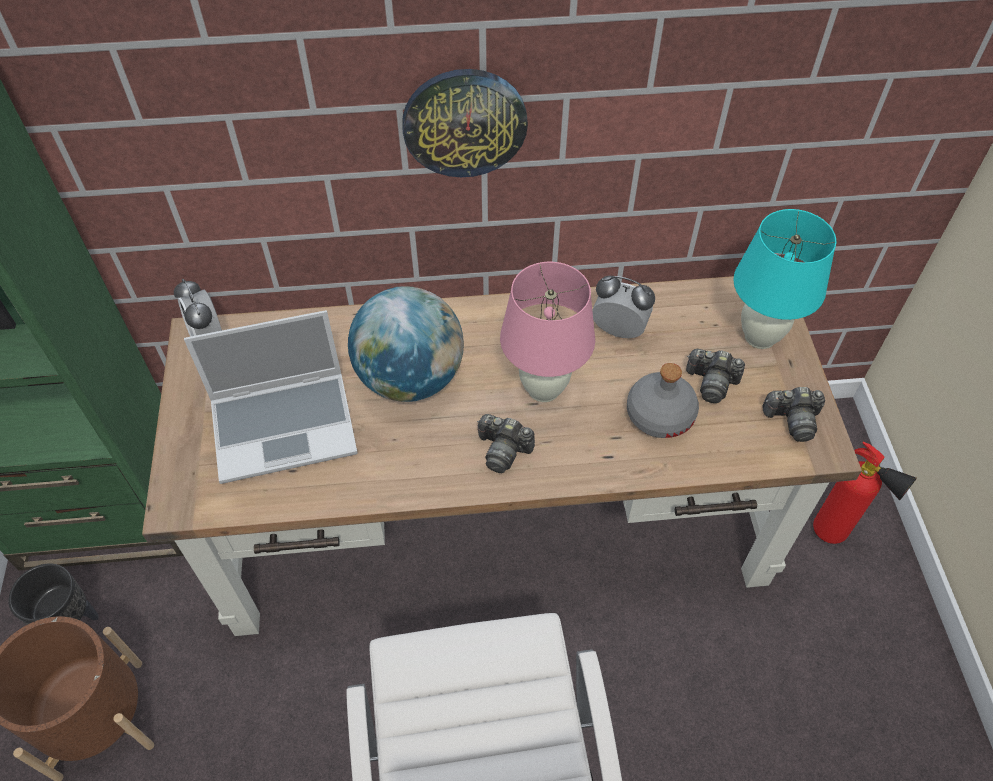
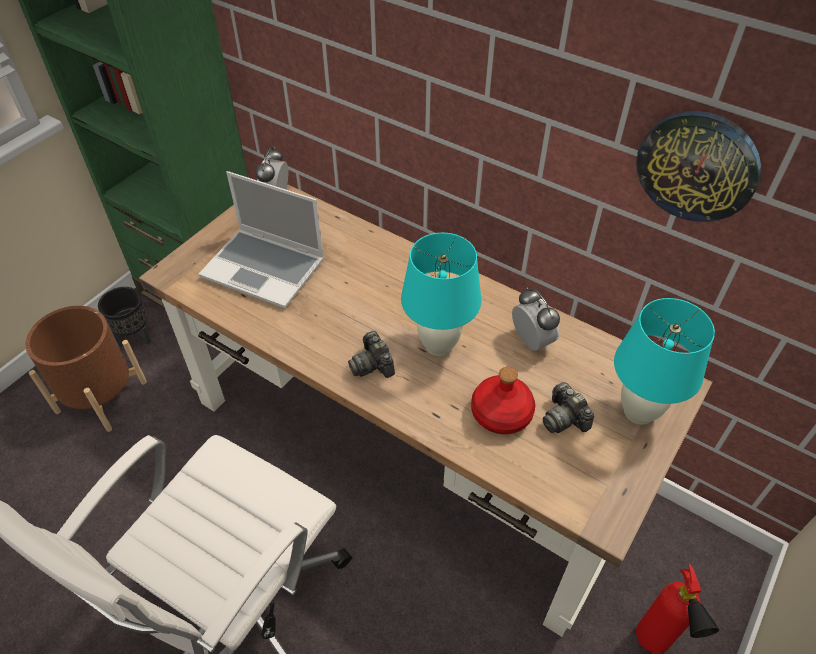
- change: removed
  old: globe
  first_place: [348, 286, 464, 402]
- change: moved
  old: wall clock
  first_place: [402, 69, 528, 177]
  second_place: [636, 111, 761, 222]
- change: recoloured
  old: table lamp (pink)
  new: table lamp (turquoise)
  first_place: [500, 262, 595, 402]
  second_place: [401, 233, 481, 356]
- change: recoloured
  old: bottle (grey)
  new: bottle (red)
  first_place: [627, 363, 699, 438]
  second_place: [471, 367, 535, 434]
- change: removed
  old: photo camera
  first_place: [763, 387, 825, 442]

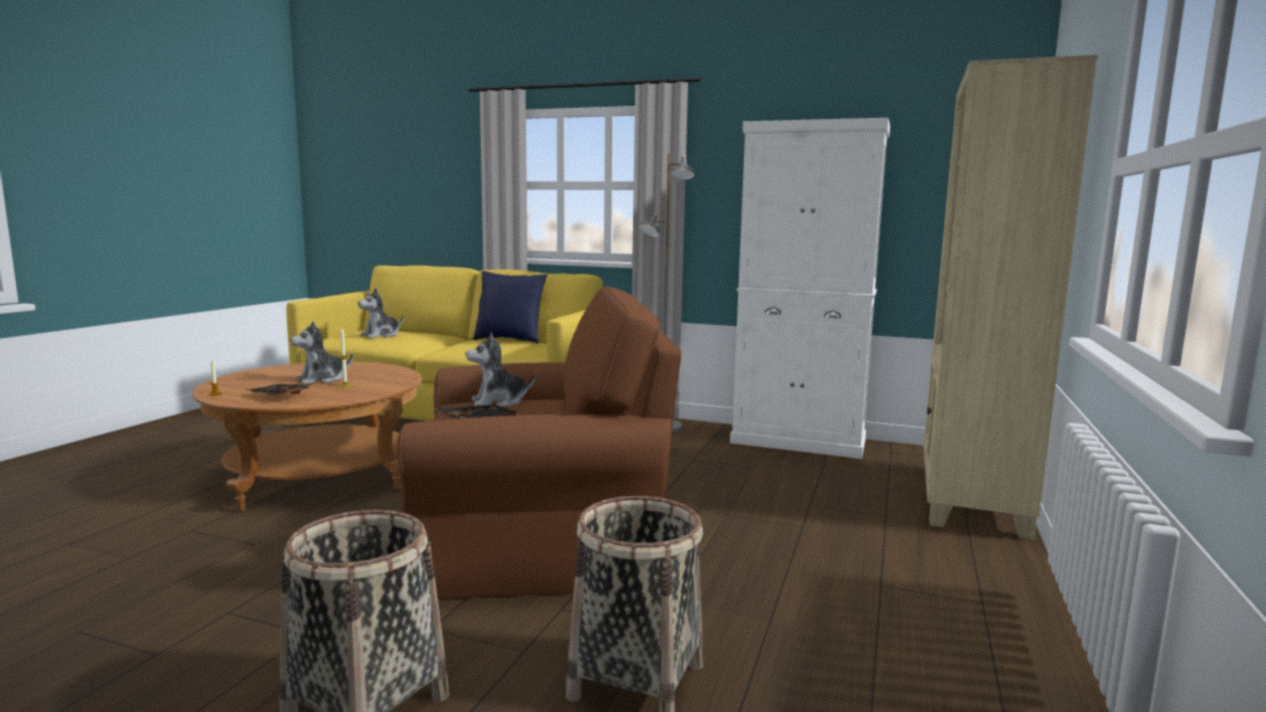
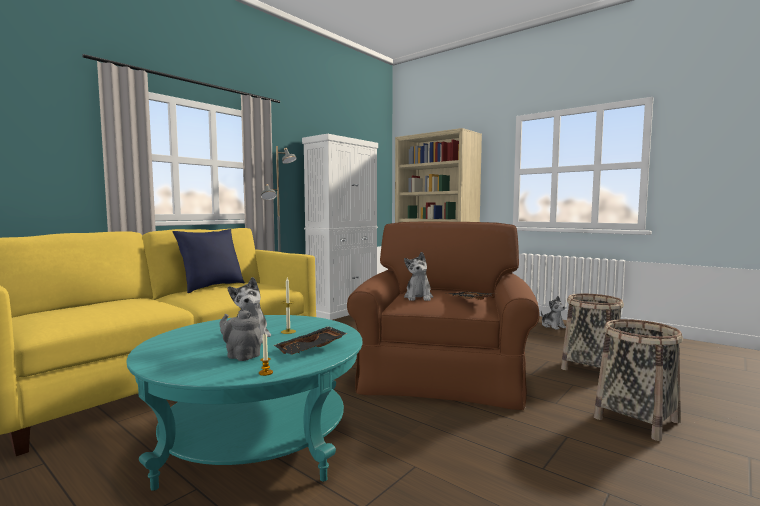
- change: recoloured
  old: coffee table (brown)
  new: coffee table (turquoise)
  first_place: [192, 362, 422, 512]
  second_place: [126, 315, 362, 491]
- change: moved
  old: plush toy
  first_place: [358, 288, 404, 338]
  second_place: [541, 296, 566, 330]
- change: added
  new: teapot (grey)
  second_place: [220, 310, 261, 361]

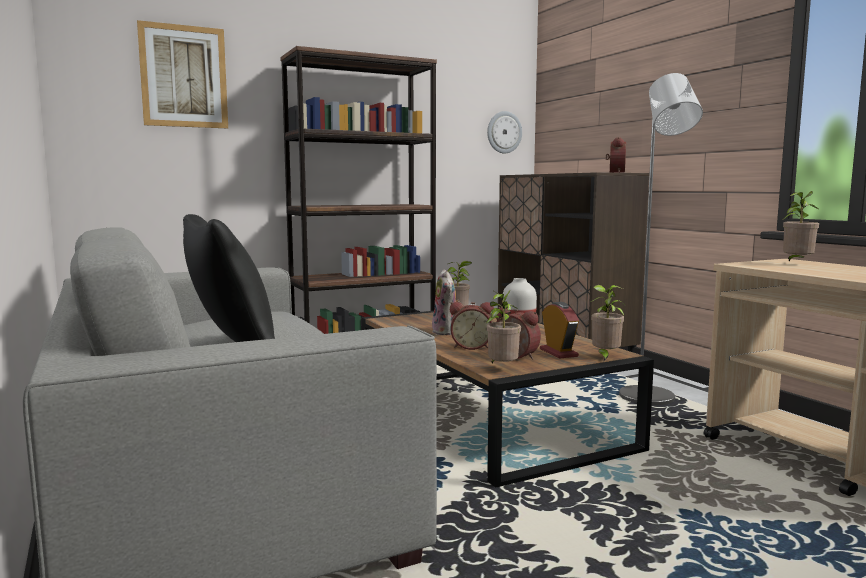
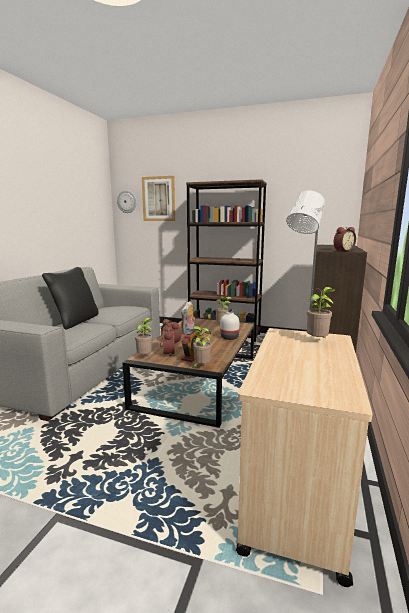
- change: moved
  old: wall clock
  first_place: [487, 111, 522, 154]
  second_place: [117, 190, 137, 213]

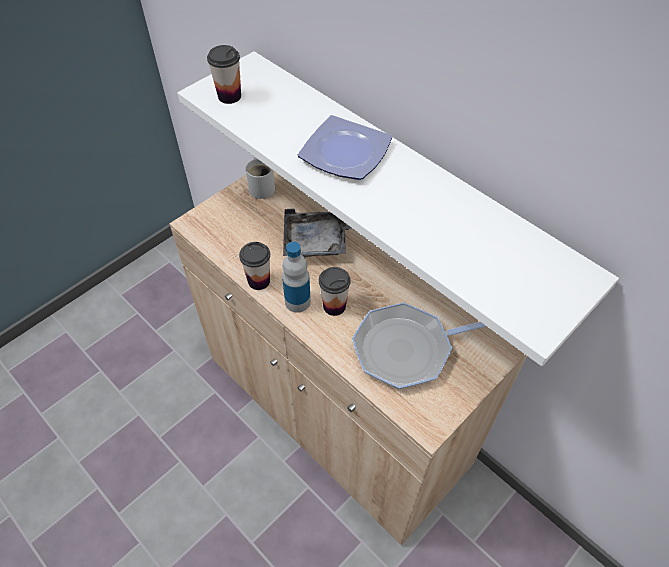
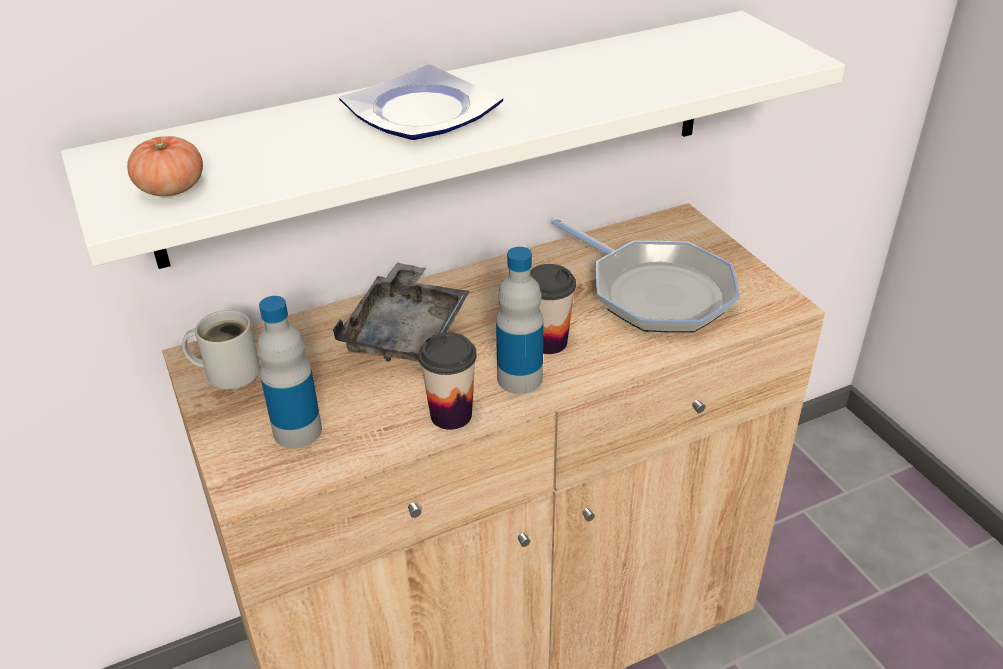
- change: replaced
  old: cup
  new: tomato
  first_place: [207, 45, 241, 104]
  second_place: [127, 136, 203, 196]
- change: turned
  old: frying pan
  first_place: [352, 303, 486, 390]
  second_place: [551, 218, 740, 333]
  degrees: -45
- change: added
  new: bottle
  second_place: [257, 296, 322, 448]

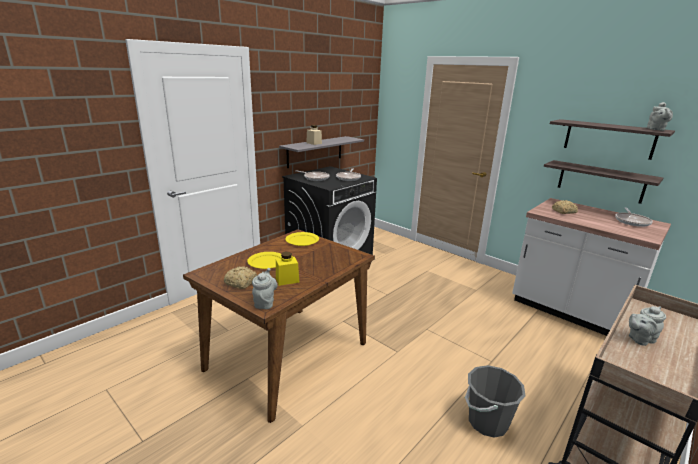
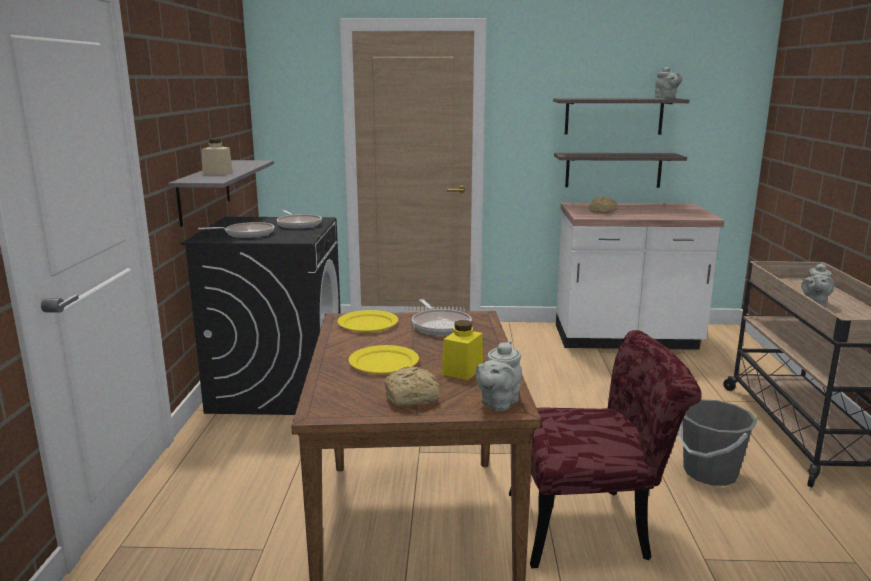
- change: turned
  old: teapot (grey)
  first_place: [252, 268, 277, 309]
  second_place: [476, 340, 522, 411]
  degrees: -105
- change: moved
  old: frying pan
  first_place: [615, 208, 653, 227]
  second_place: [412, 299, 472, 335]
- change: added
  new: chair (red)
  second_place: [509, 330, 702, 568]

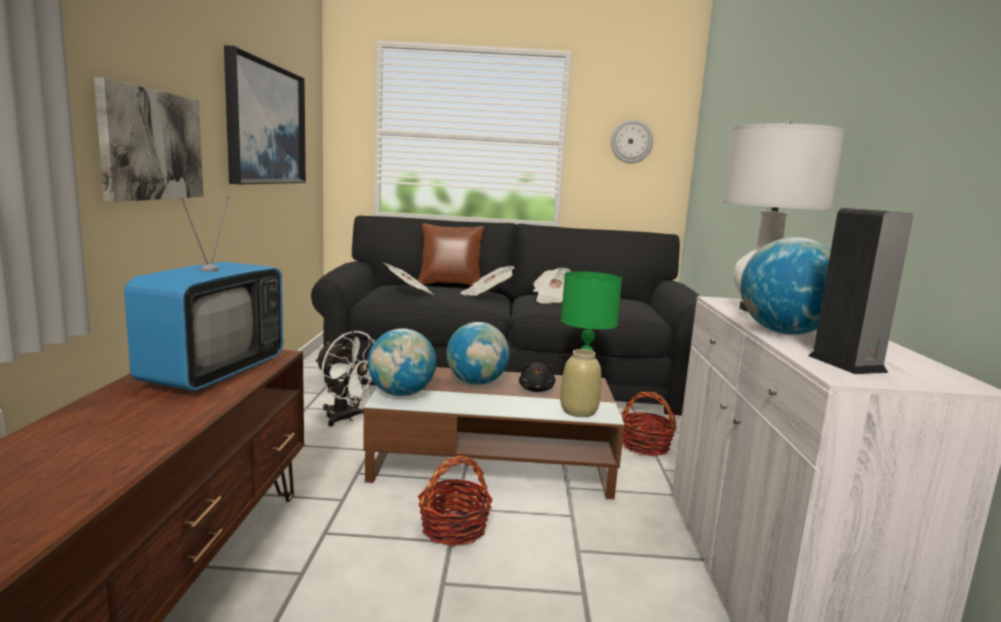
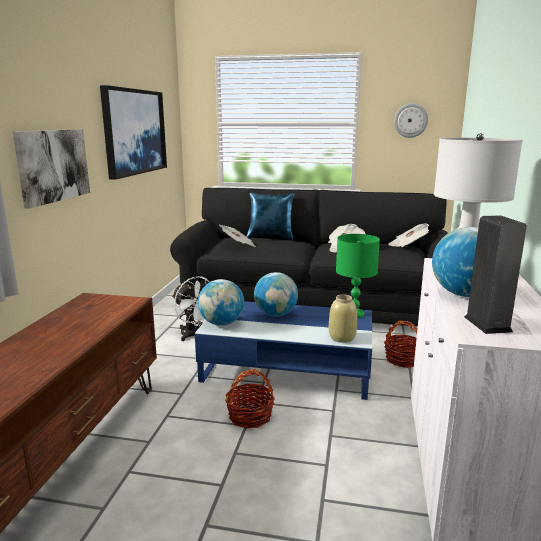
- change: removed
  old: television
  first_place: [124, 197, 283, 391]
- change: recoloured
  old: coffee table (brown)
  new: coffee table (blue)
  first_place: [363, 367, 624, 499]
  second_place: [195, 301, 372, 400]
- change: recoloured
  old: pillow (brown)
  new: pillow (blue)
  first_place: [418, 223, 484, 286]
  second_place: [246, 193, 294, 240]
- change: moved
  old: newspaper
  first_place: [460, 266, 515, 296]
  second_place: [388, 223, 429, 247]
- change: removed
  old: plush toy (black)
  first_place: [519, 362, 555, 392]

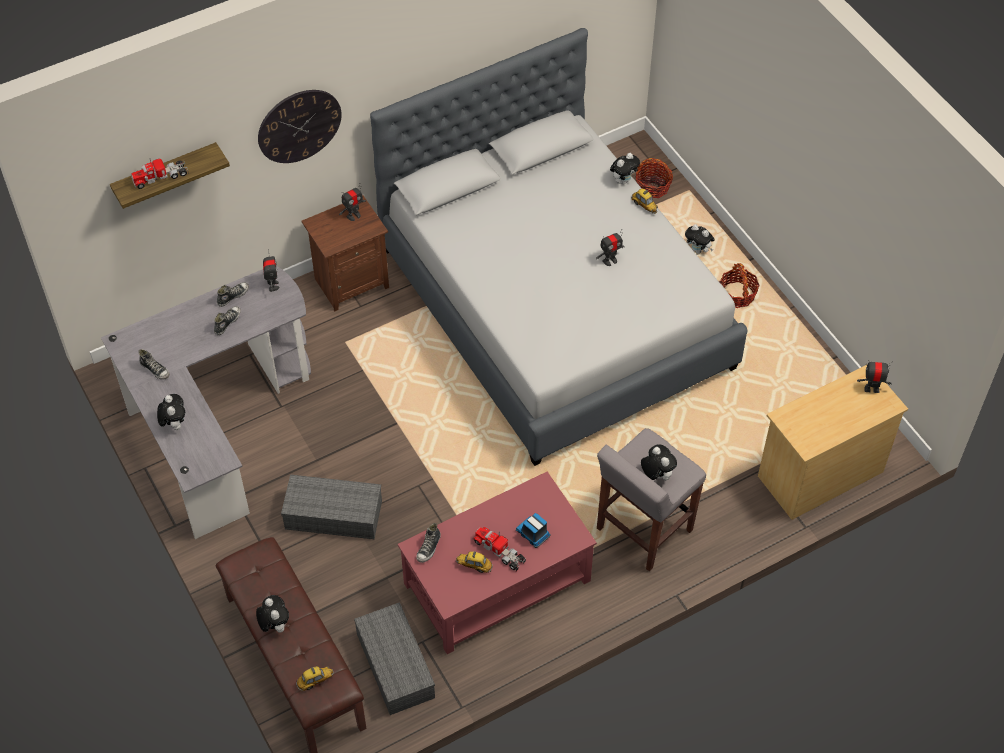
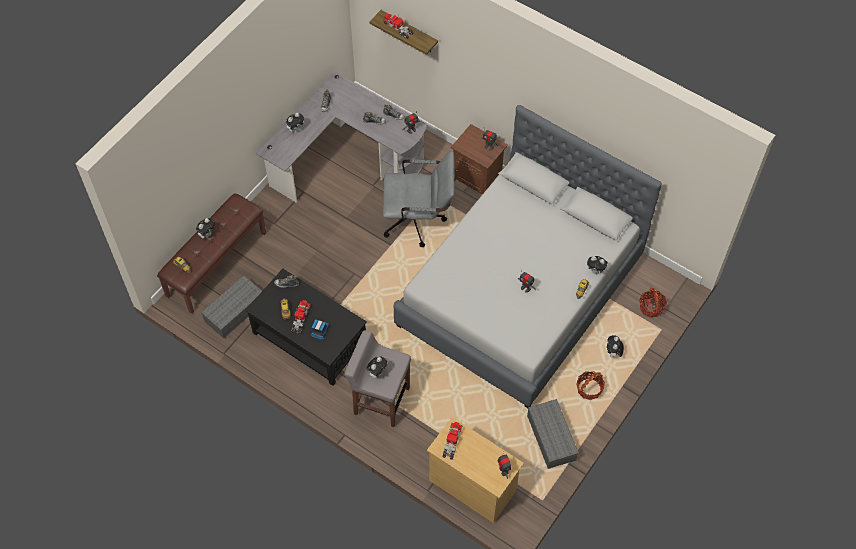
- change: removed
  old: wall clock
  first_place: [258, 90, 342, 163]
- change: moved
  old: storage box (grey)
  first_place: [281, 474, 382, 539]
  second_place: [527, 399, 579, 469]
- change: recoloured
  old: coffee table (red)
  new: coffee table (black)
  first_place: [398, 472, 597, 654]
  second_place: [245, 269, 367, 386]
- change: added
  new: office chair (grey)
  second_place: [383, 151, 455, 247]
- change: added
  new: toy truck
  second_place: [442, 422, 462, 460]

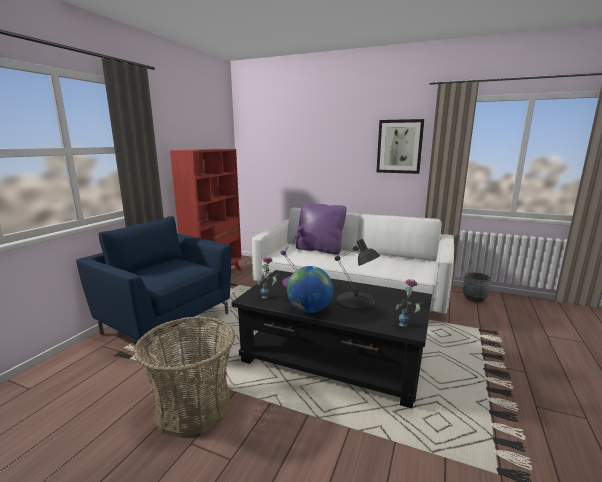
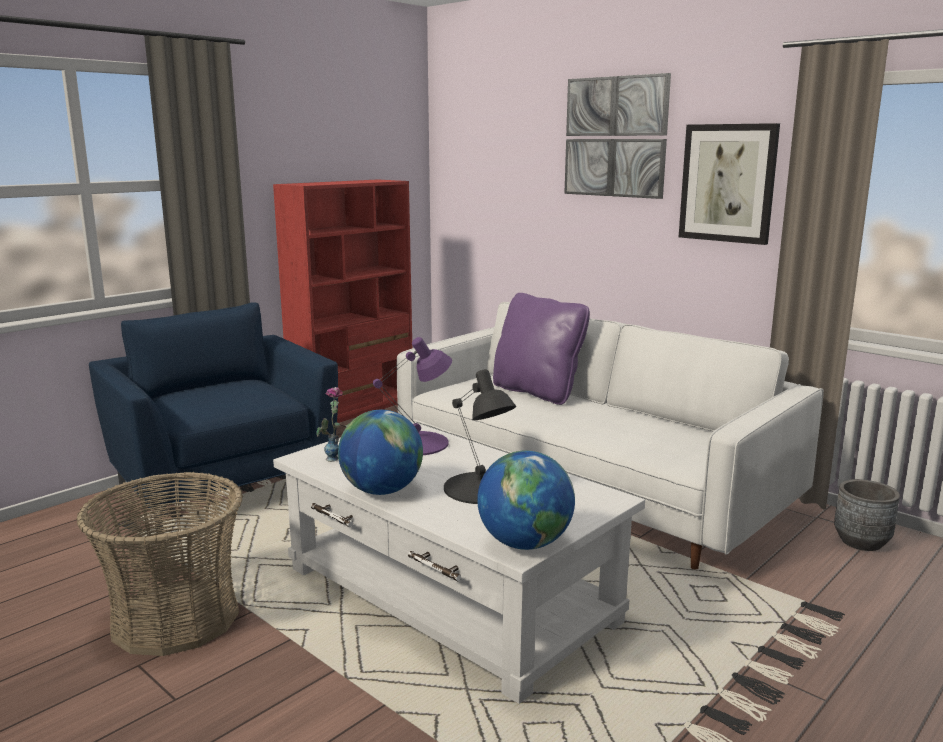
- change: recoloured
  old: coffee table (black)
  new: coffee table (white)
  first_place: [231, 270, 432, 408]
  second_place: [273, 421, 645, 704]
- change: replaced
  old: vase
  new: globe
  first_place: [396, 279, 425, 327]
  second_place: [477, 450, 575, 550]
- change: added
  new: picture
  second_place: [564, 73, 671, 199]

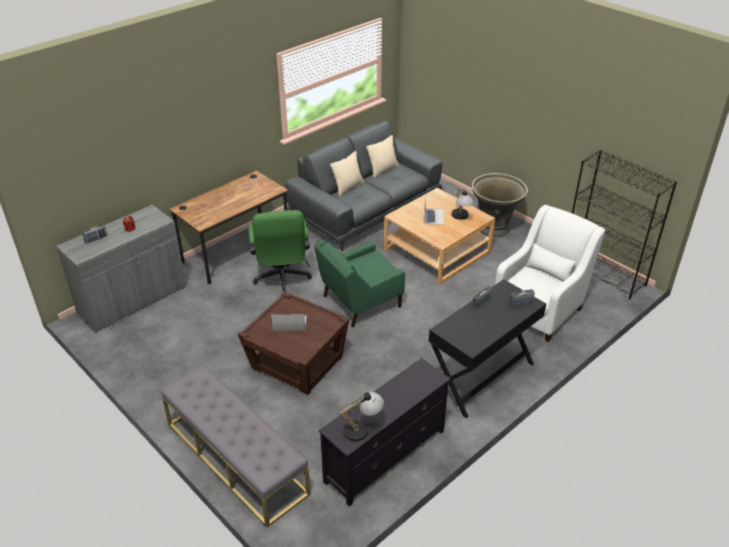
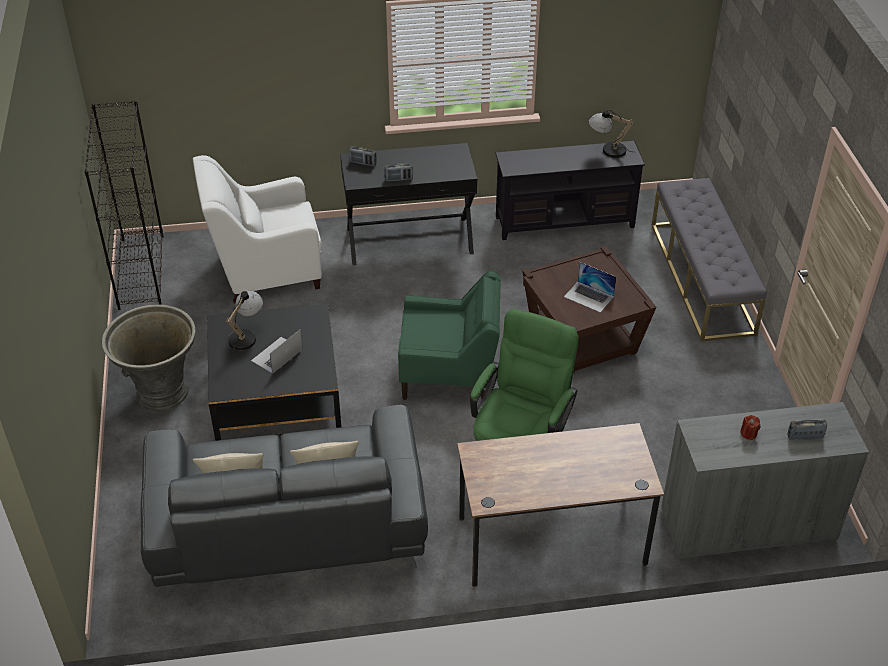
- change: recoloured
  old: coffee table (beige)
  new: coffee table (black)
  first_place: [384, 188, 495, 284]
  second_place: [207, 304, 341, 441]

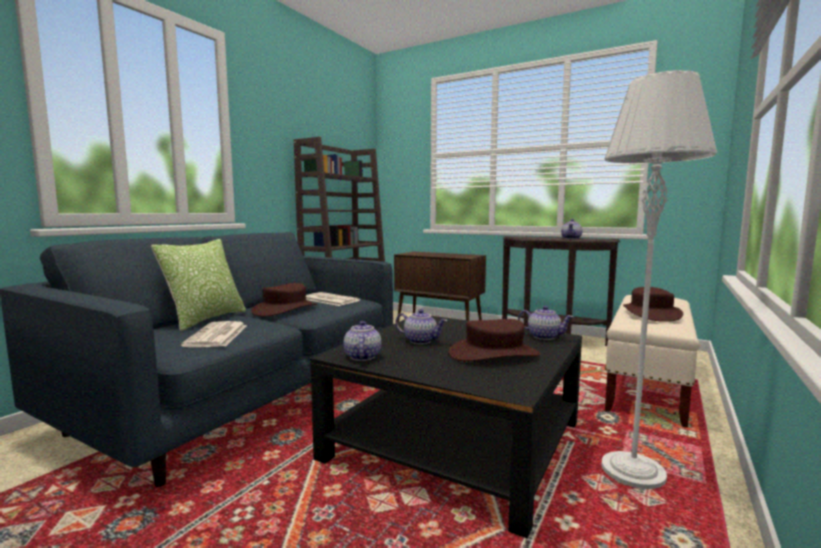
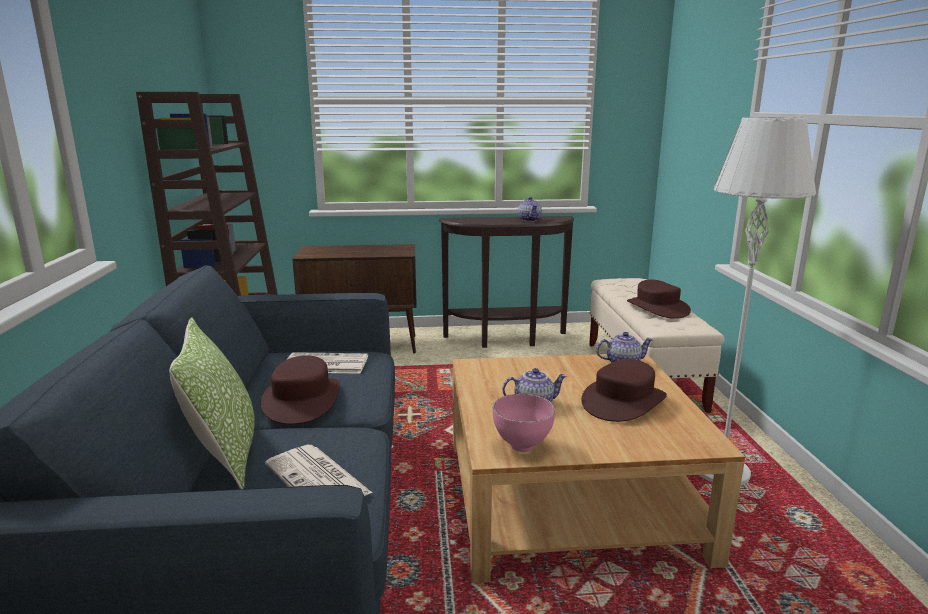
- change: recoloured
  old: coffee table (black)
  new: coffee table (beige)
  first_place: [310, 316, 582, 539]
  second_place: [453, 353, 745, 583]
- change: replaced
  old: teapot
  new: bowl (pink)
  first_place: [344, 321, 382, 361]
  second_place: [493, 394, 555, 452]

